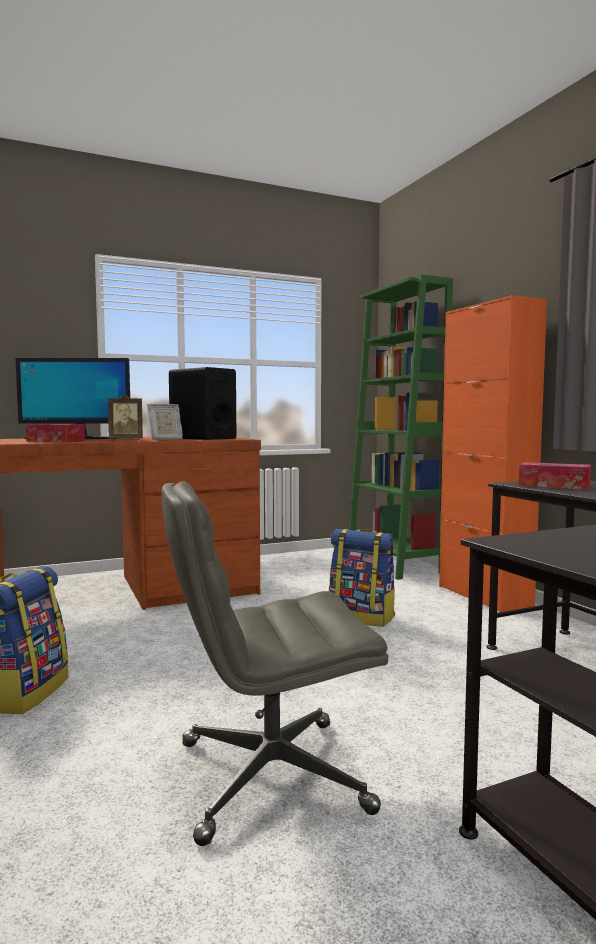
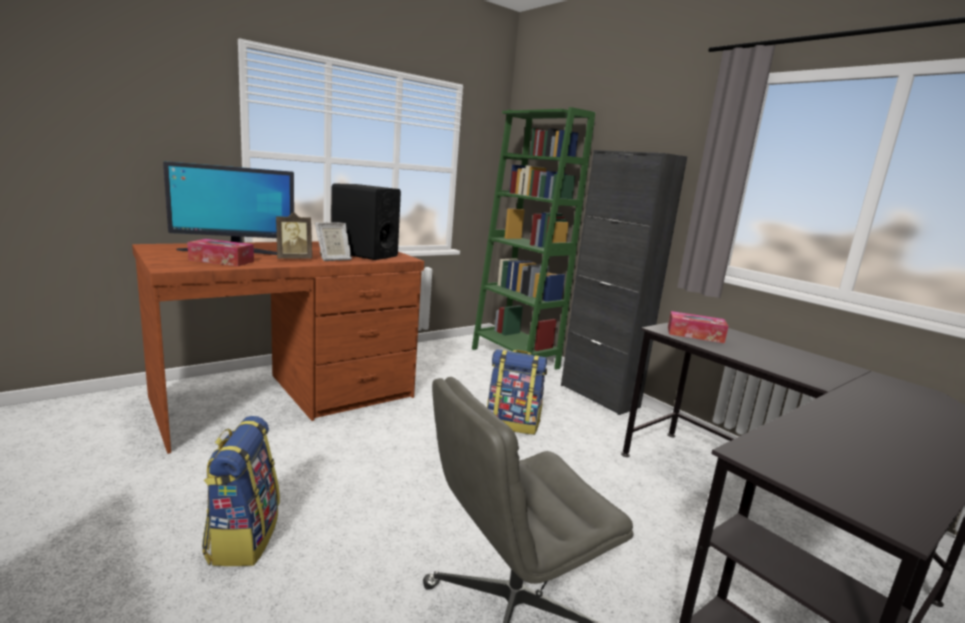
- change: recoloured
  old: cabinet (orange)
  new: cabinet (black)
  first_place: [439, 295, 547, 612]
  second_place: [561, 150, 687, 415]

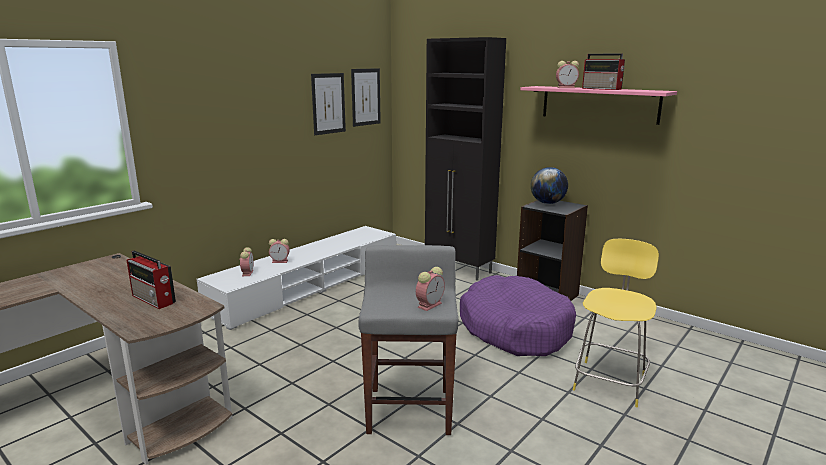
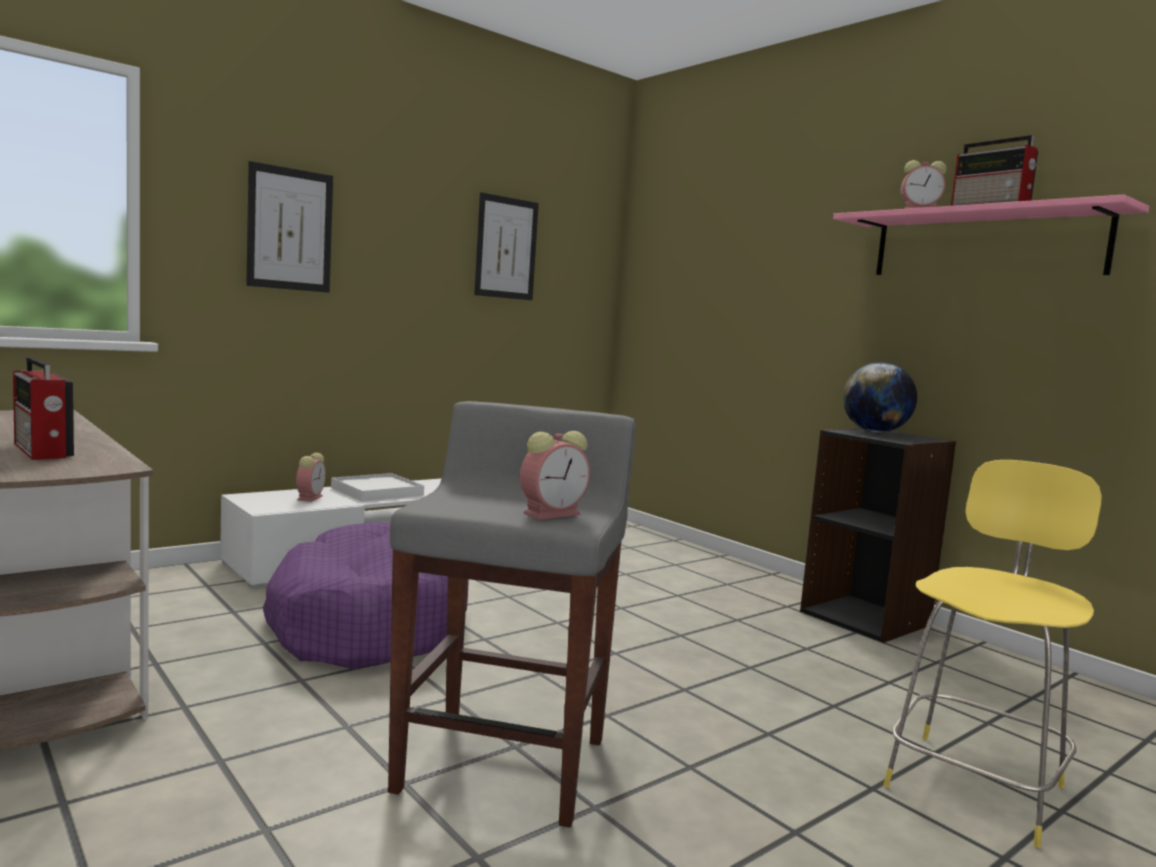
- change: replaced
  old: alarm clock
  new: tray (white)
  first_place: [269, 239, 290, 263]
  second_place: [331, 473, 424, 502]
- change: moved
  old: picture
  first_place: [351, 68, 381, 127]
  second_place: [246, 161, 333, 293]
- change: removed
  old: cabinet (black)
  first_place: [425, 37, 506, 281]
- change: moved
  old: dog bed (purple)
  first_place: [460, 275, 576, 356]
  second_place: [263, 522, 469, 669]

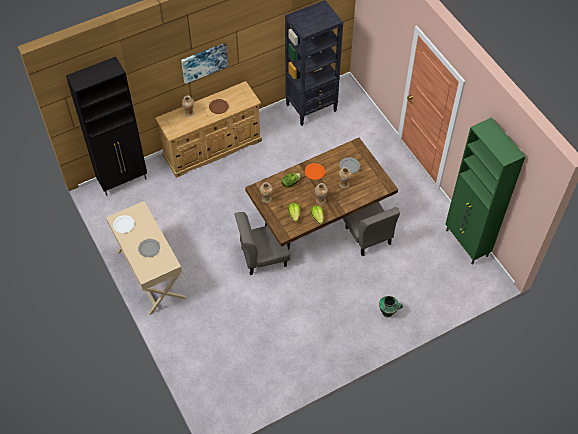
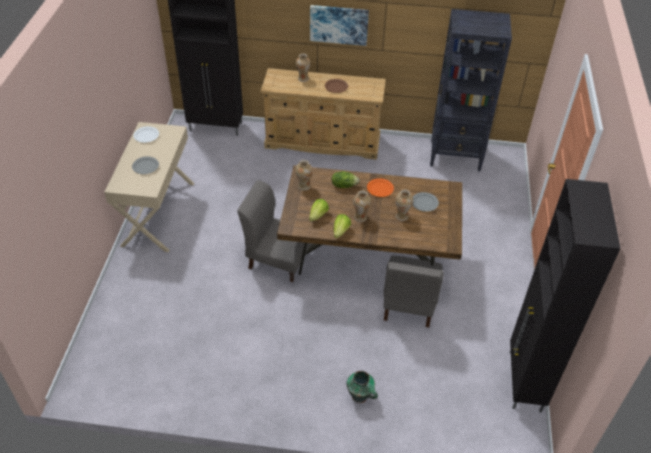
- change: recoloured
  old: cabinet (green)
  new: cabinet (black)
  first_place: [445, 117, 526, 264]
  second_place: [510, 179, 621, 412]

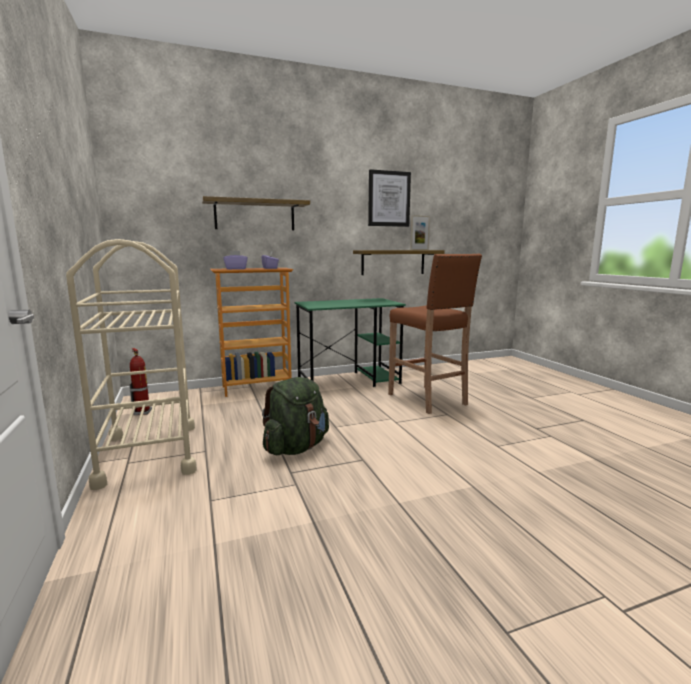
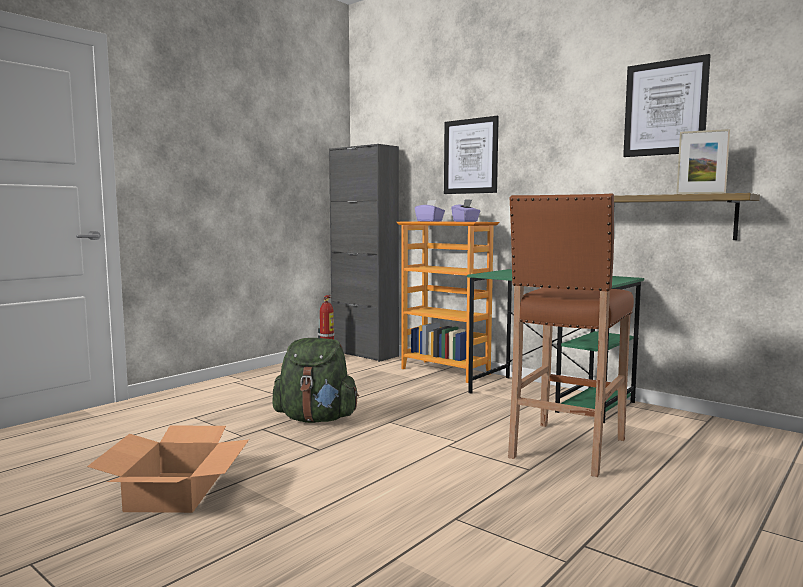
- change: removed
  old: cart (beige)
  first_place: [66, 239, 197, 490]
- change: replaced
  old: shelf
  new: picture
  first_place: [202, 196, 310, 230]
  second_place: [444, 116, 499, 194]
- change: added
  new: cardboard box
  second_place: [87, 425, 249, 513]
- change: added
  new: cabinet (black)
  second_place: [329, 144, 399, 362]

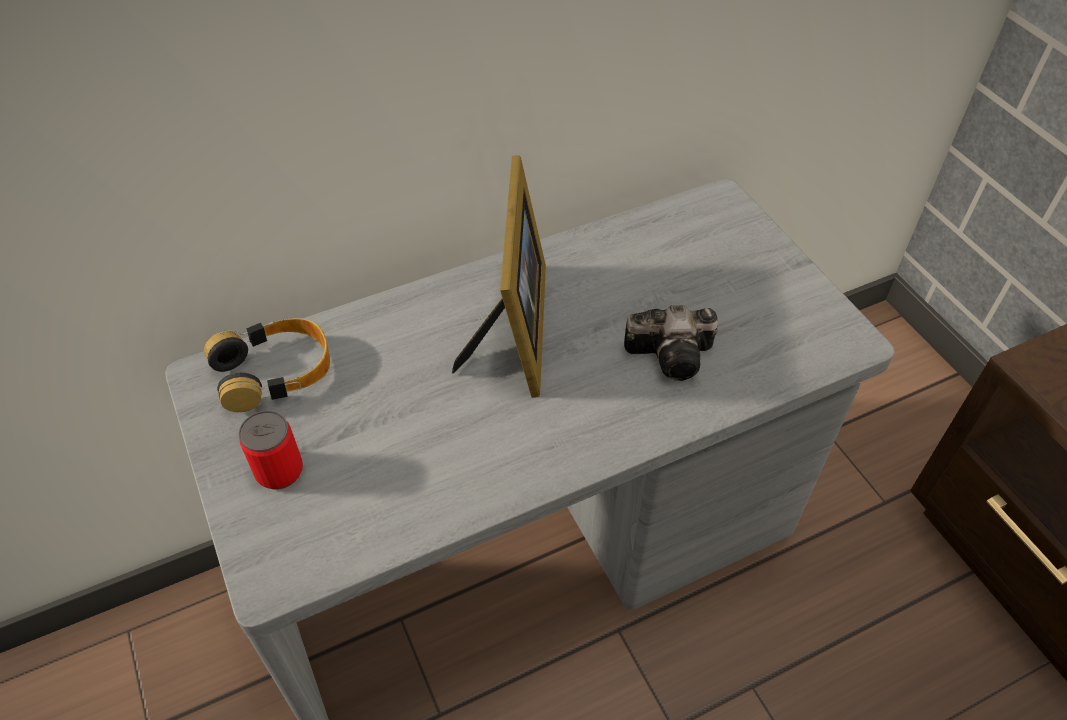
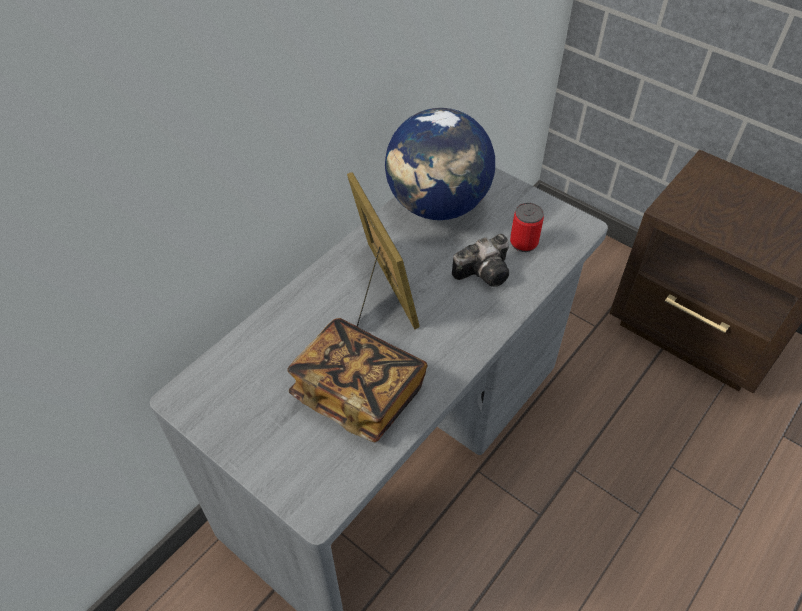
- change: removed
  old: headphones
  first_place: [204, 318, 330, 412]
- change: moved
  old: can
  first_place: [239, 411, 303, 490]
  second_place: [510, 203, 544, 252]
- change: added
  new: book
  second_place: [287, 318, 427, 442]
- change: added
  new: globe
  second_place: [385, 108, 495, 220]

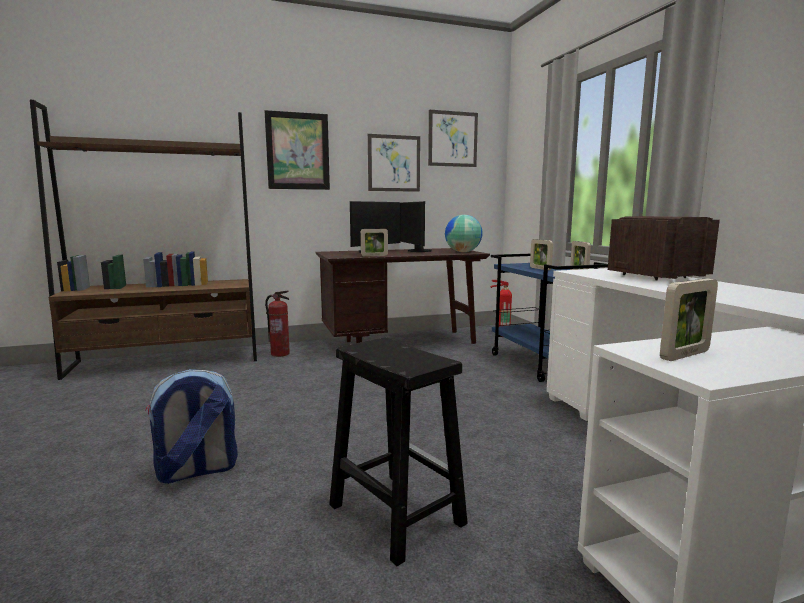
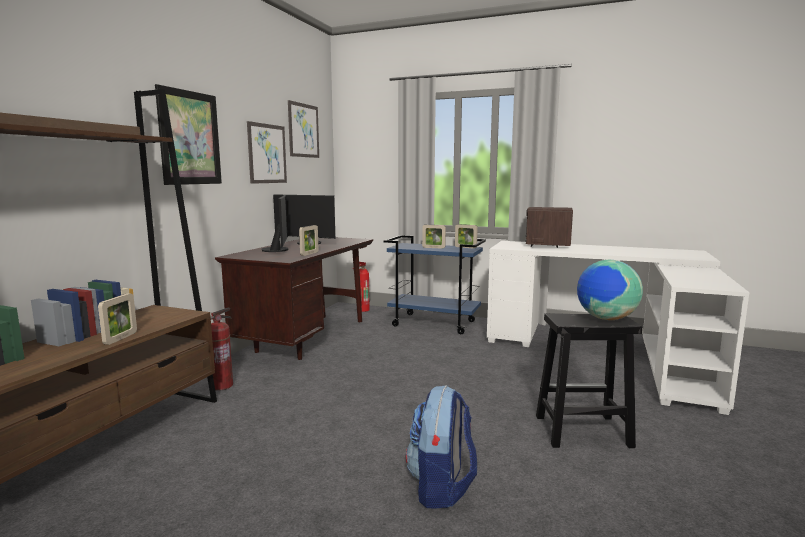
- change: moved
  old: globe
  first_place: [445, 215, 483, 252]
  second_place: [577, 260, 643, 320]
- change: moved
  old: picture frame
  first_place: [660, 278, 718, 361]
  second_place: [98, 293, 137, 345]

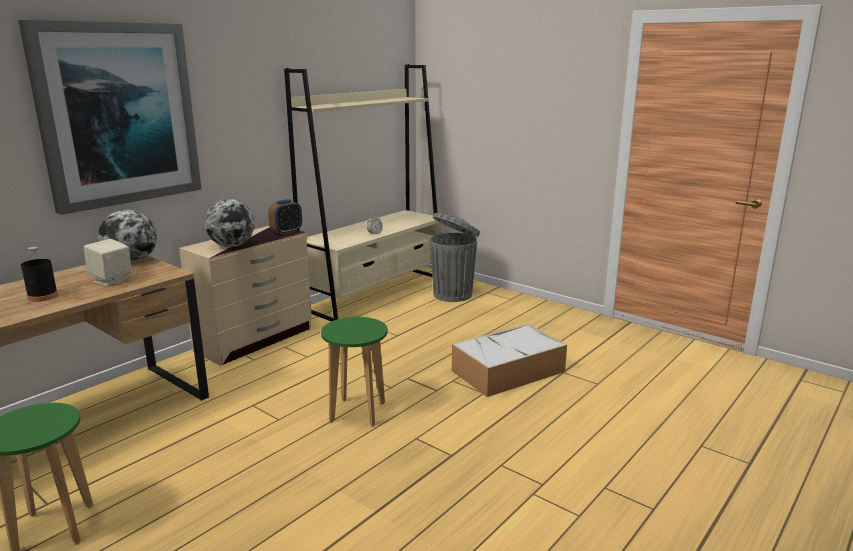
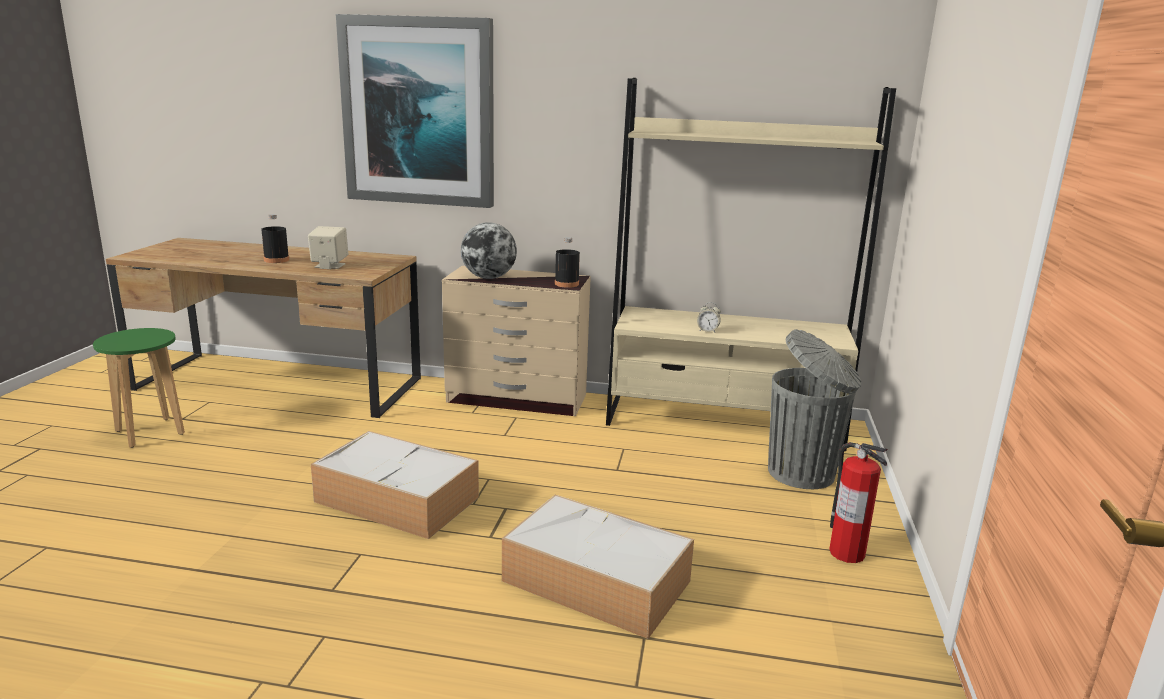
- change: removed
  old: globe
  first_place: [98, 210, 157, 263]
- change: replaced
  old: alarm clock
  new: bottle (black)
  first_place: [268, 199, 302, 235]
  second_place: [555, 237, 580, 288]
- change: replaced
  old: stool (green)
  new: storage box
  first_place: [321, 317, 388, 426]
  second_place: [311, 431, 479, 539]
- change: added
  new: fire extinguisher
  second_place: [829, 442, 887, 563]

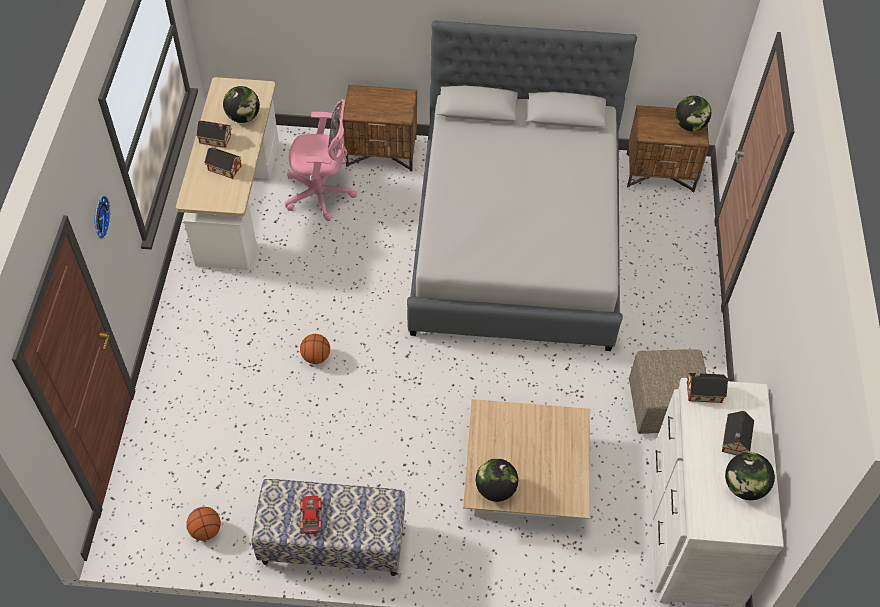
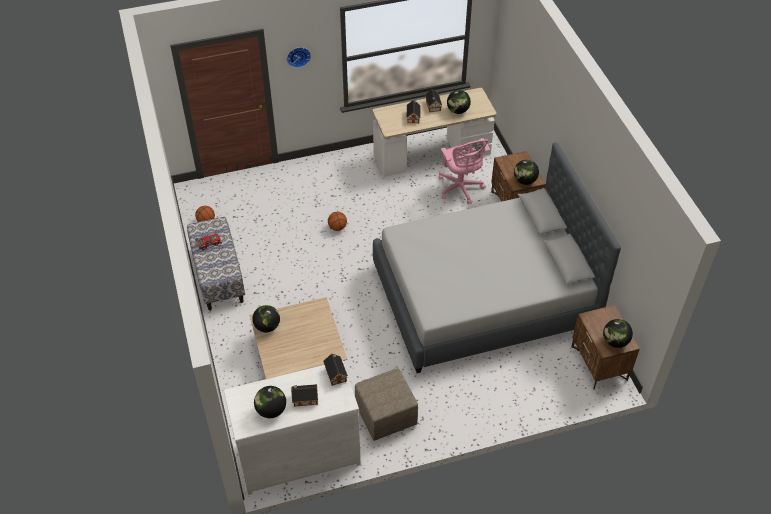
- change: added
  new: globe
  second_place: [514, 160, 539, 185]

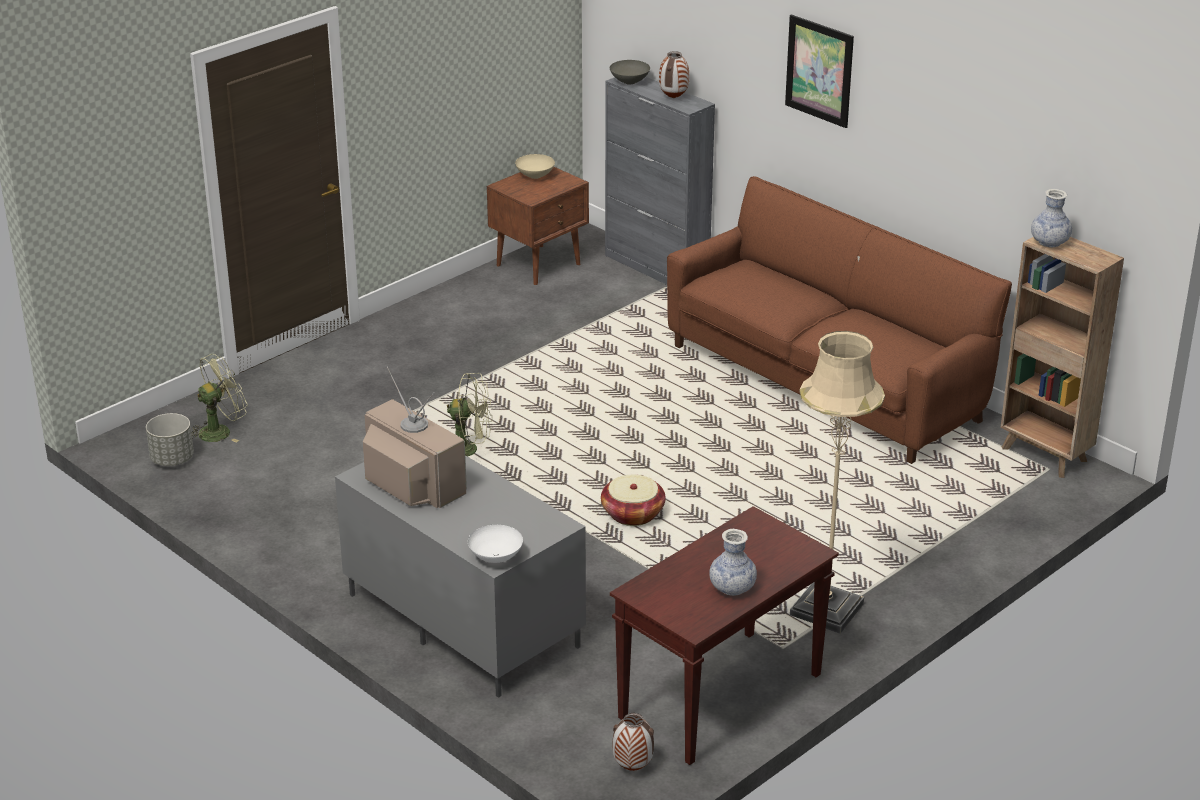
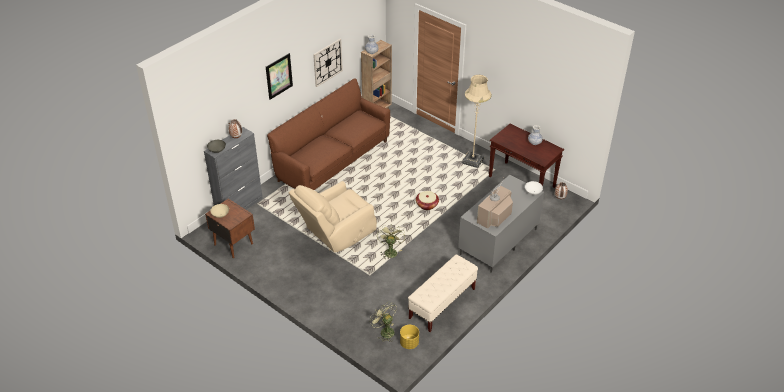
- change: recoloured
  old: planter (grey)
  new: planter (yellow)
  first_place: [146, 413, 194, 466]
  second_place: [400, 325, 419, 349]
- change: added
  new: armchair (beige)
  second_place: [289, 181, 377, 252]
- change: added
  new: wall clock
  second_place: [313, 39, 343, 87]
- change: added
  new: bench (beige)
  second_place: [408, 254, 478, 332]

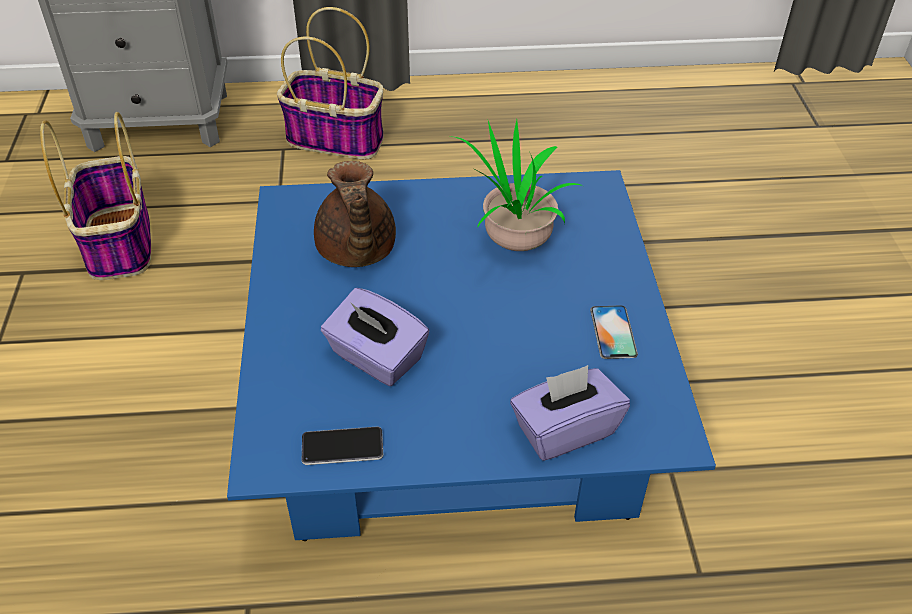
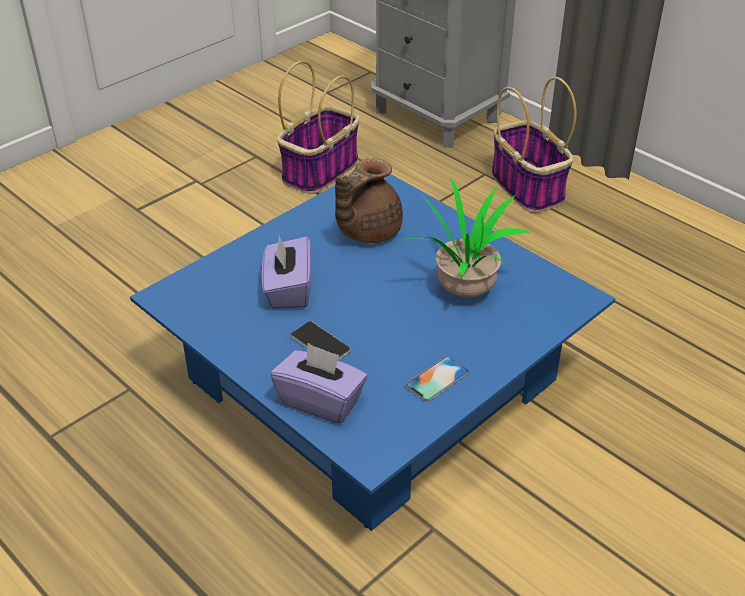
- change: moved
  old: phone
  first_place: [302, 427, 383, 465]
  second_place: [290, 321, 351, 360]

